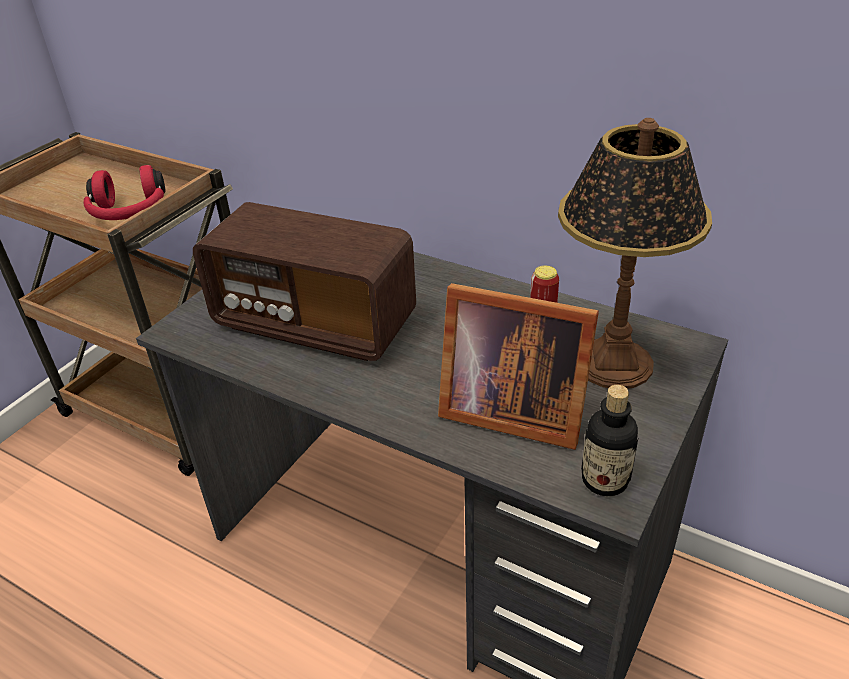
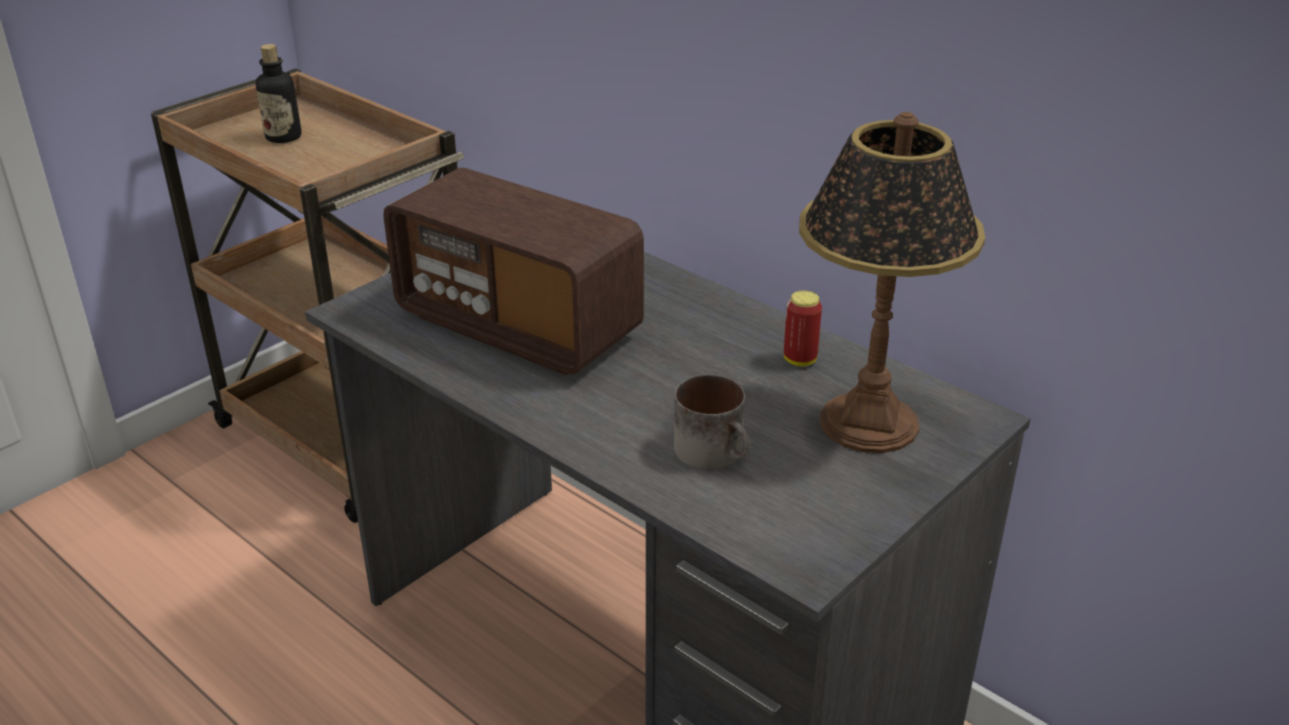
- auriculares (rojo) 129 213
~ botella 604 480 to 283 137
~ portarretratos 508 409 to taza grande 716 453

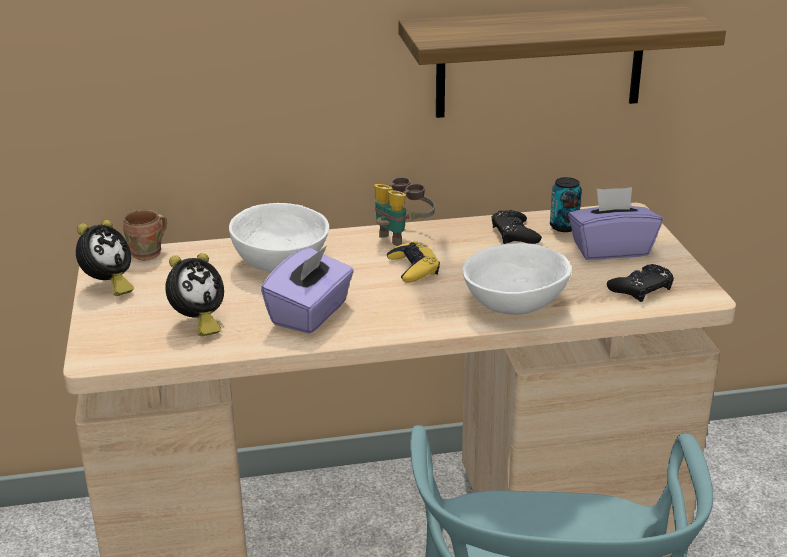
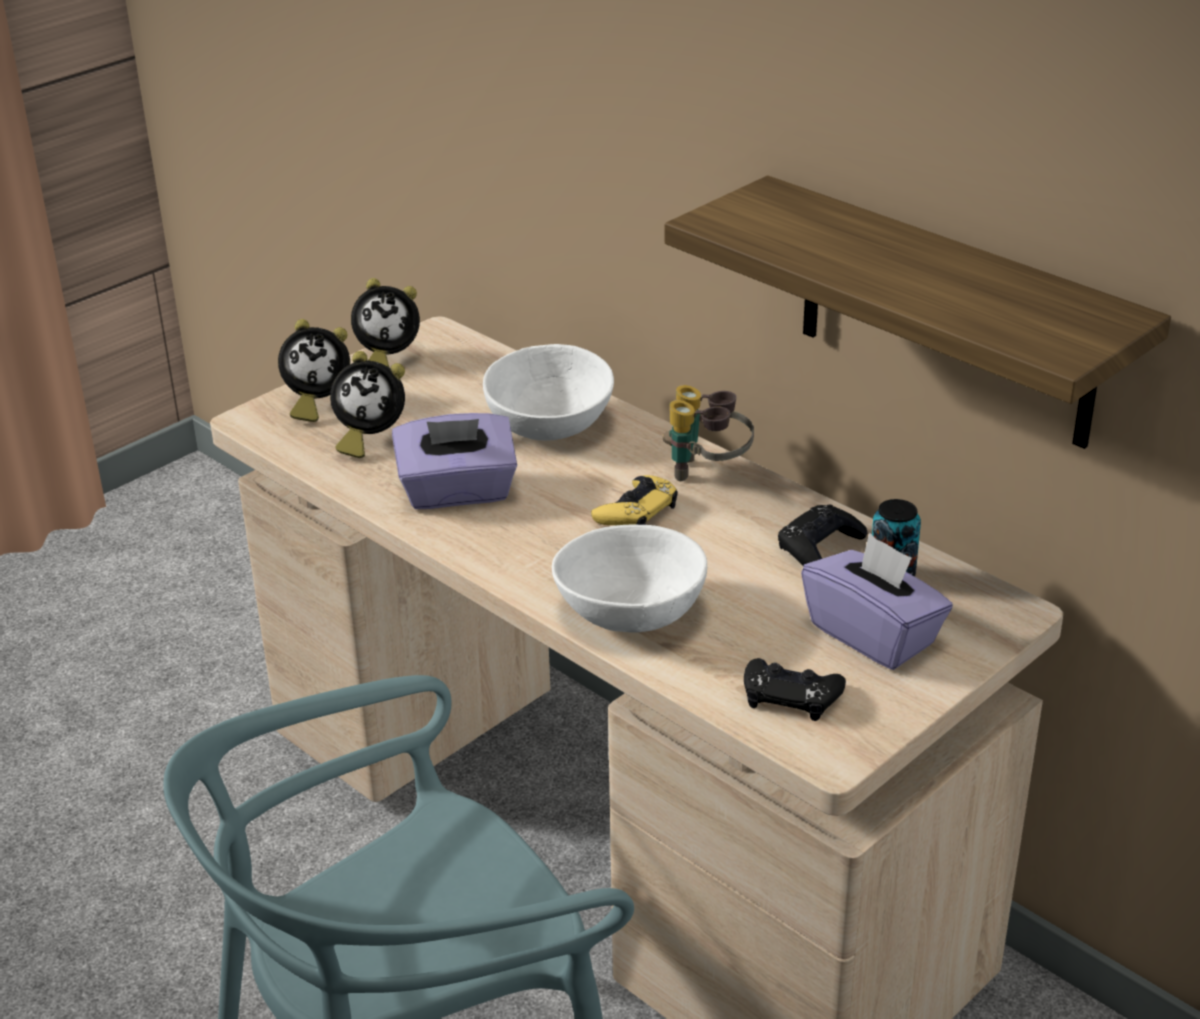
- taza grande (marrón) 149 254
+ despertador 316 404

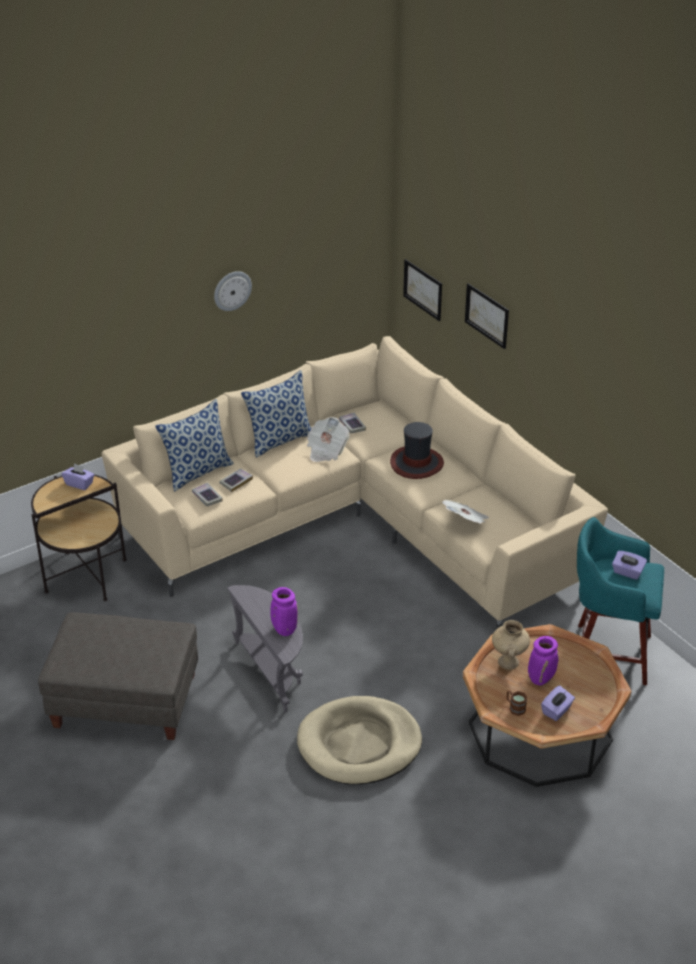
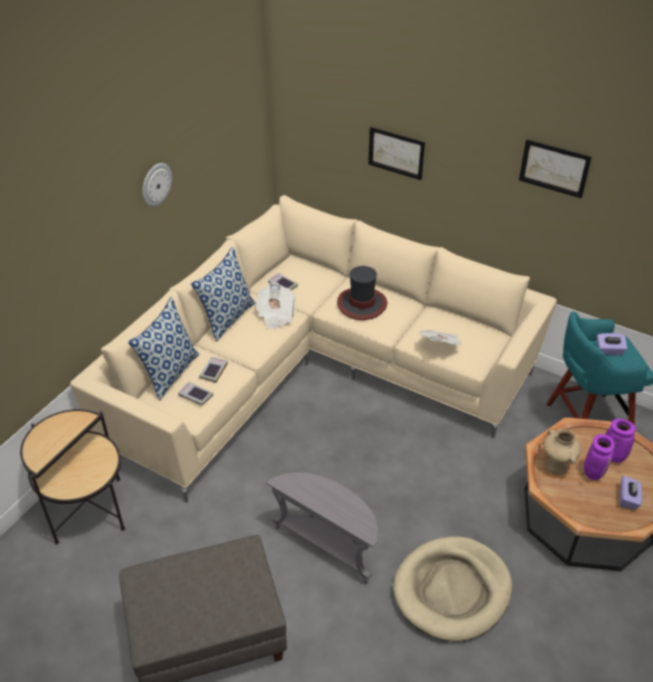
- caja de pañuelos (morado) 79 484
- taza grande (marrón) 515 707
~ florero (morado) 283 630 to 612 456
~ cuadro 423 289 to 554 168

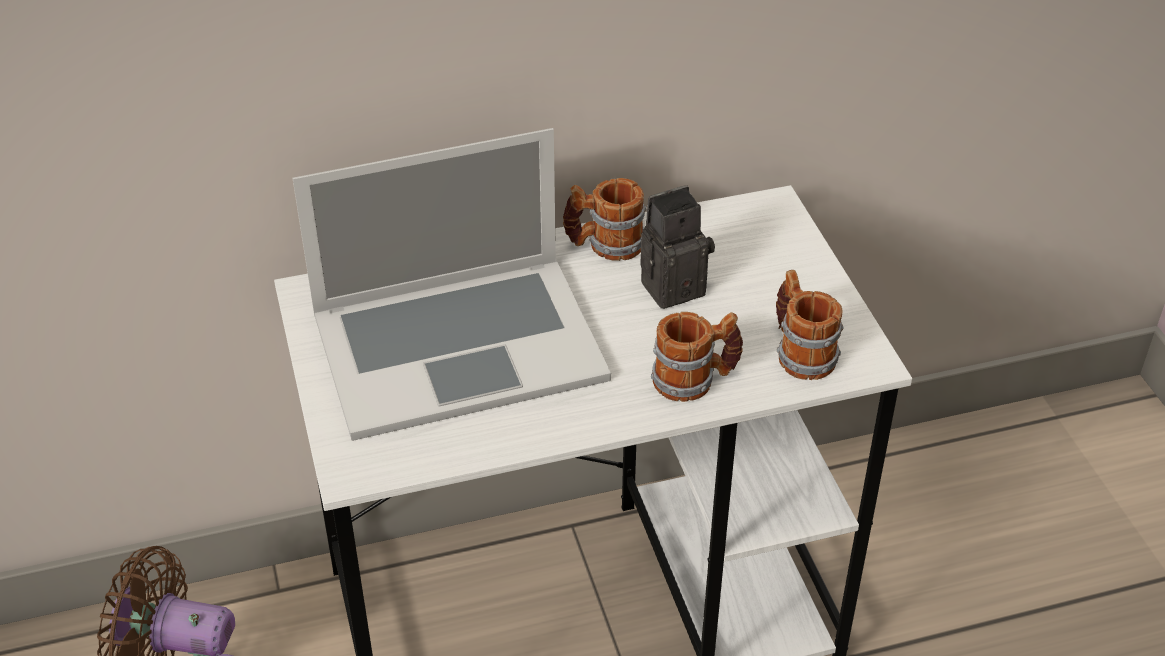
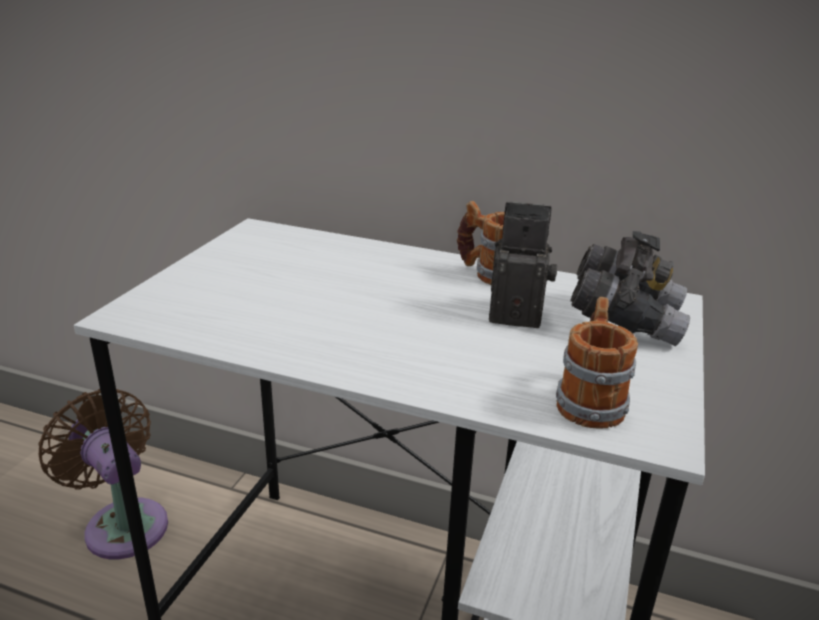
- portátil 458 344
- taza grande 695 380
+ prismáticos (gris) 623 319

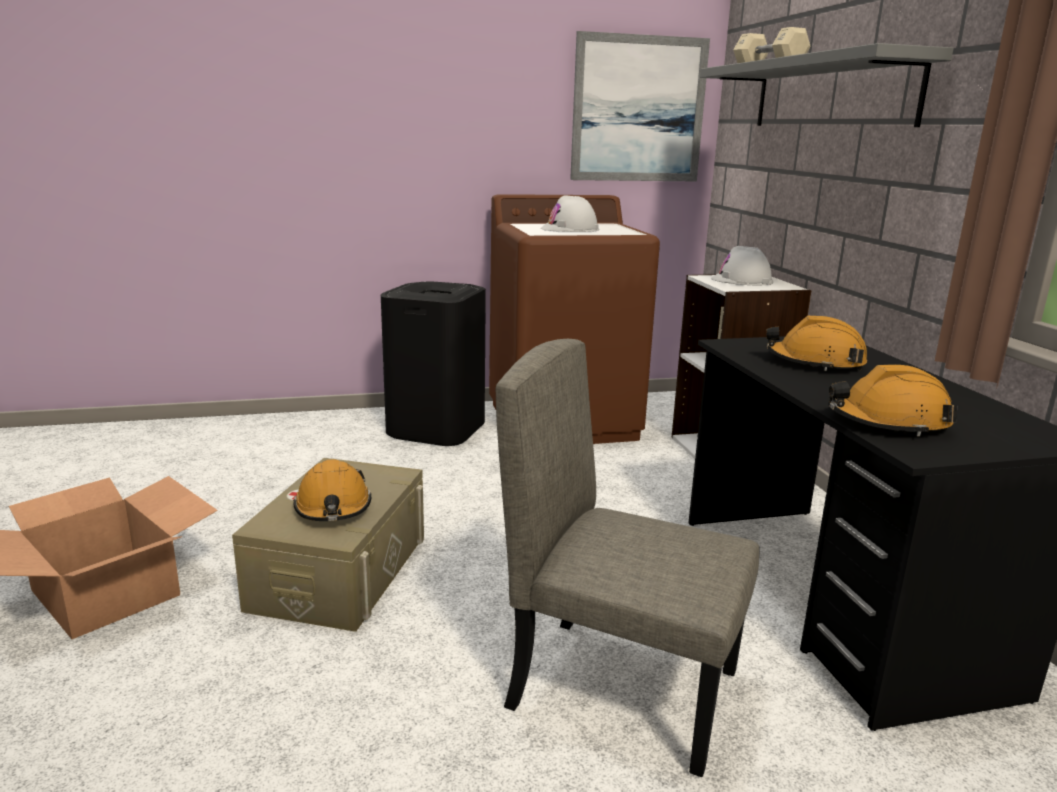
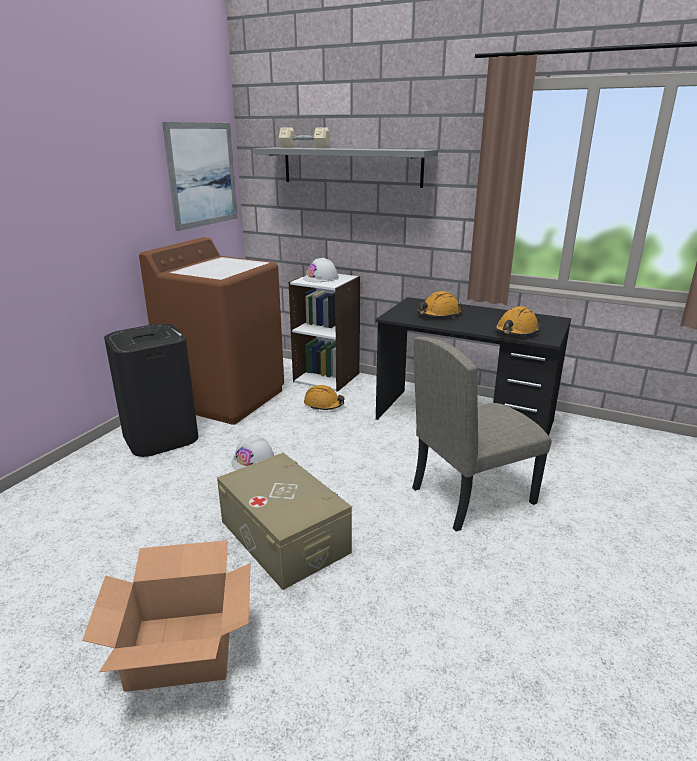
~ casco (naranja) 333 507 to 323 405
~ casco (blanco) 570 229 to 253 460

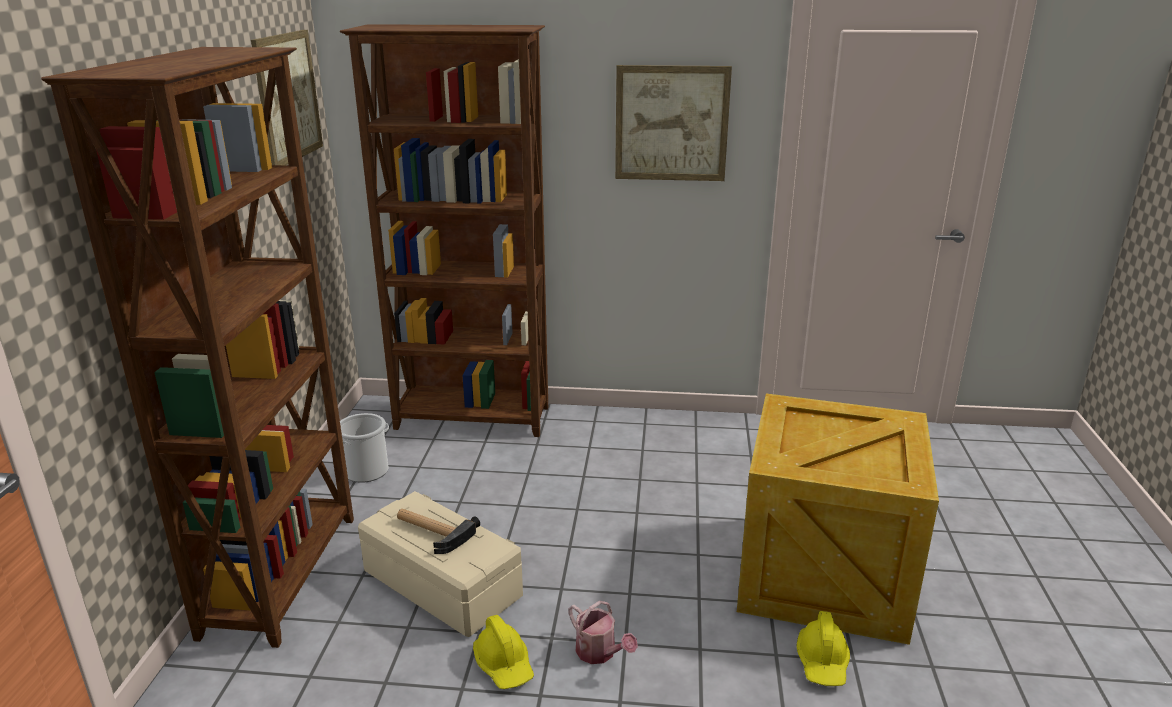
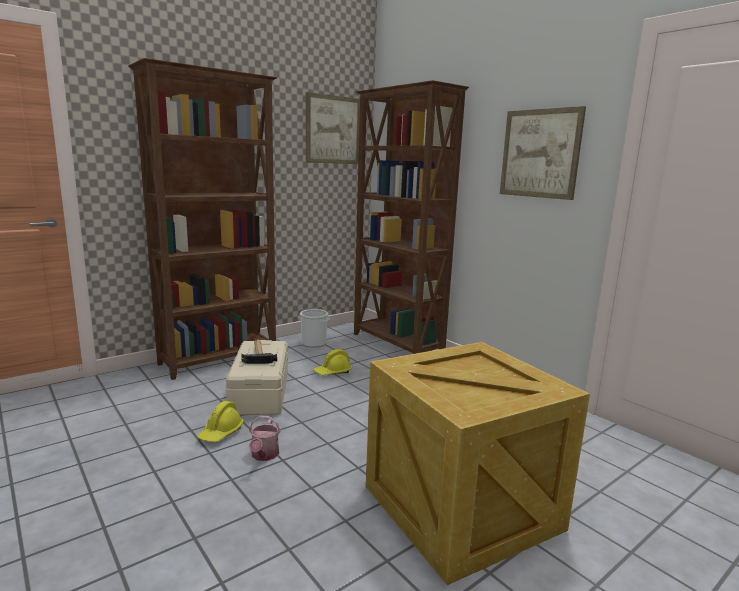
~ casco (amarillo) 822 662 to 332 372

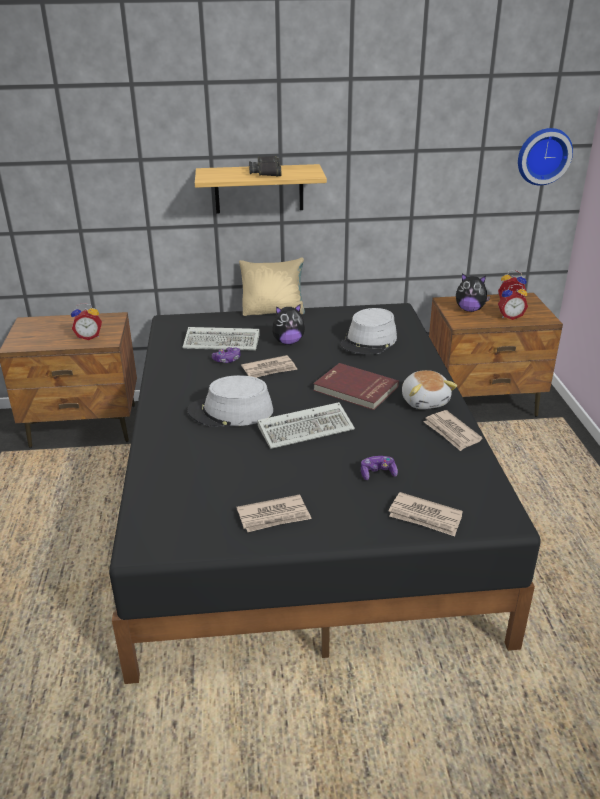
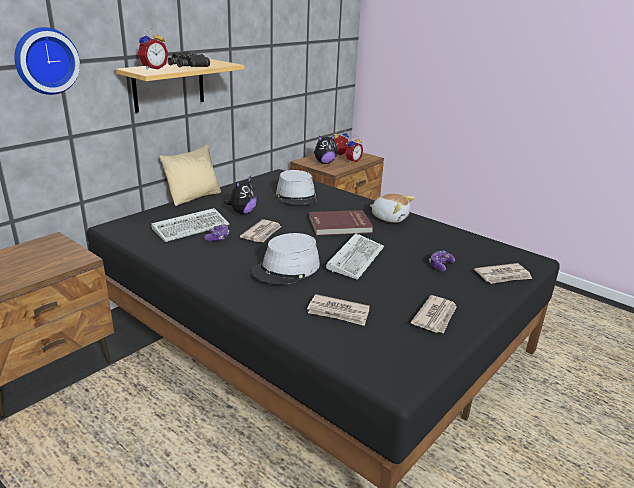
~ despertador 89 336 to 153 68
~ periódico 451 432 to 338 312
~ reloj de pared 543 156 to 45 61

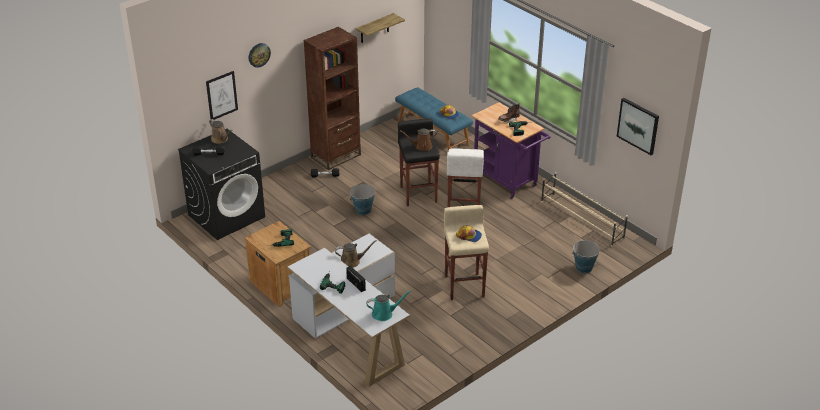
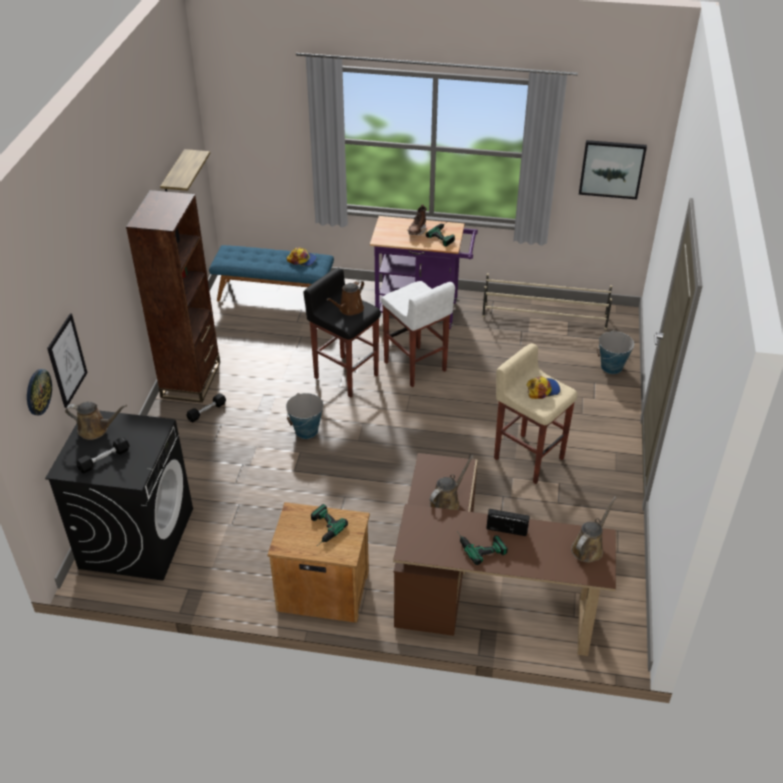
~ reloj de pared 259 55 to 38 392
~ escritorio (blanco) 352 330 to escritorio (marrón) 479 593
~ regadera (turquesa) 384 314 to regadera (marrón) 589 547

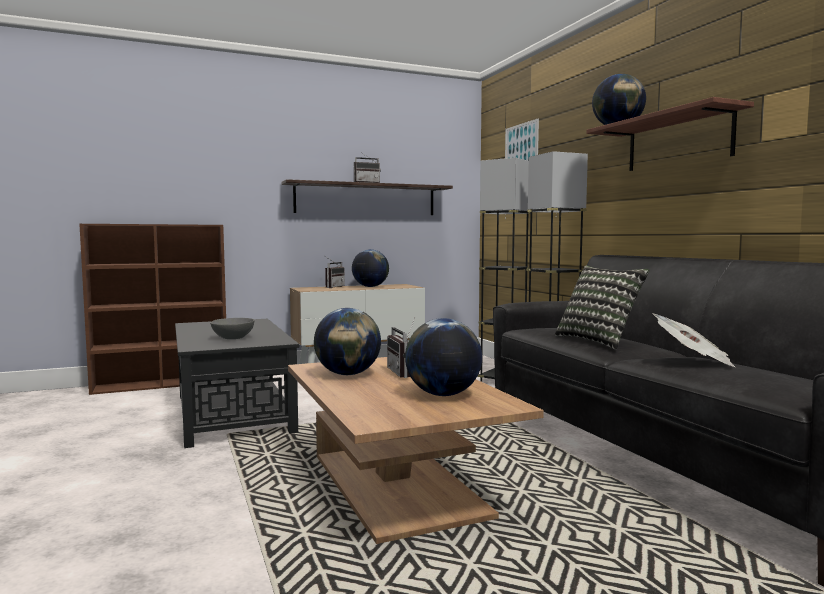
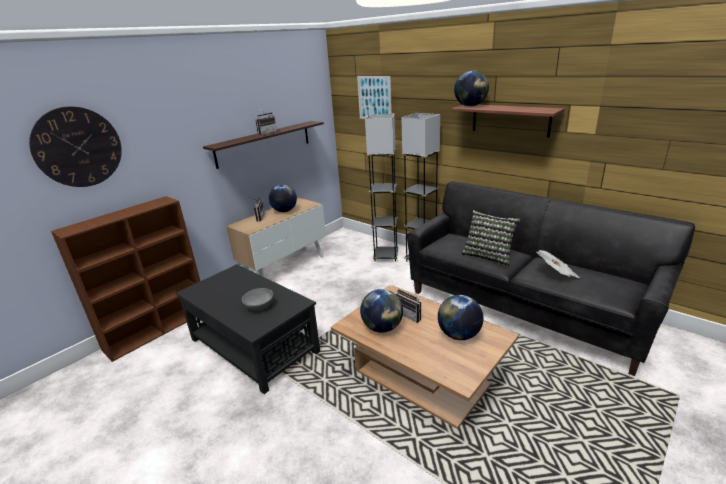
+ reloj de pared 78 147

